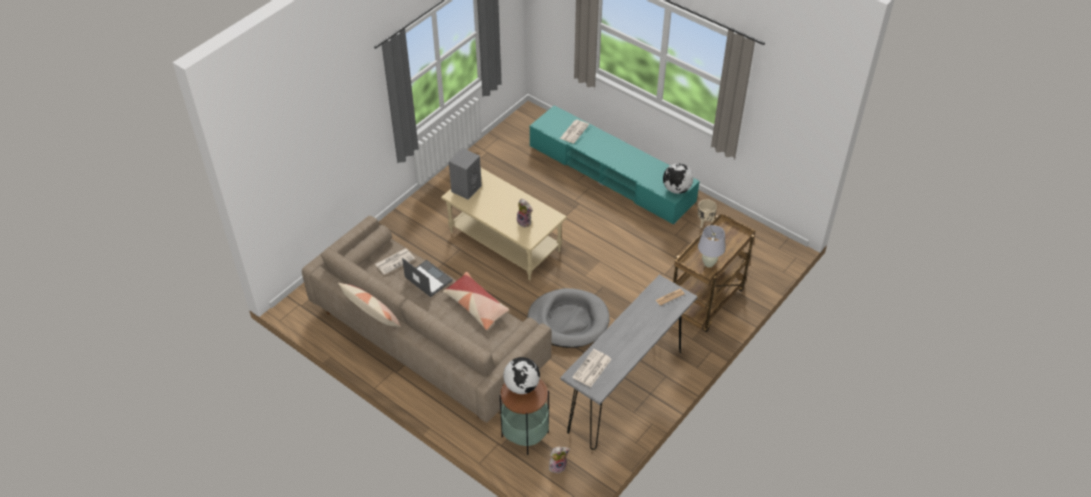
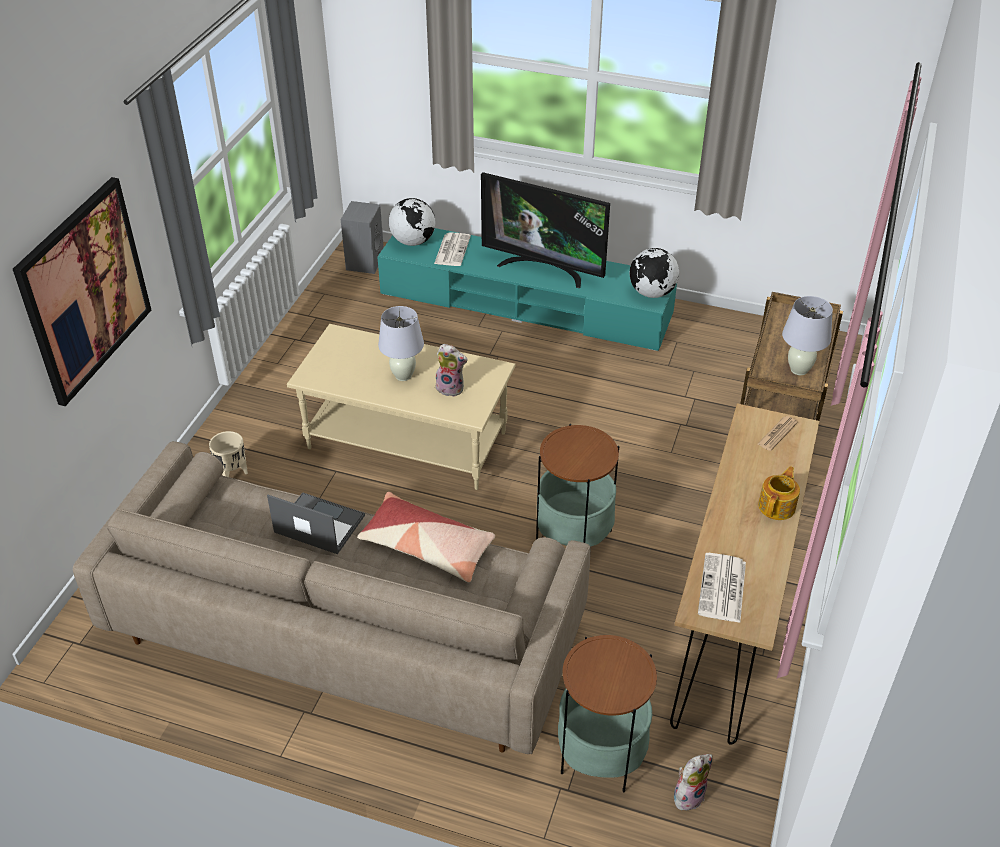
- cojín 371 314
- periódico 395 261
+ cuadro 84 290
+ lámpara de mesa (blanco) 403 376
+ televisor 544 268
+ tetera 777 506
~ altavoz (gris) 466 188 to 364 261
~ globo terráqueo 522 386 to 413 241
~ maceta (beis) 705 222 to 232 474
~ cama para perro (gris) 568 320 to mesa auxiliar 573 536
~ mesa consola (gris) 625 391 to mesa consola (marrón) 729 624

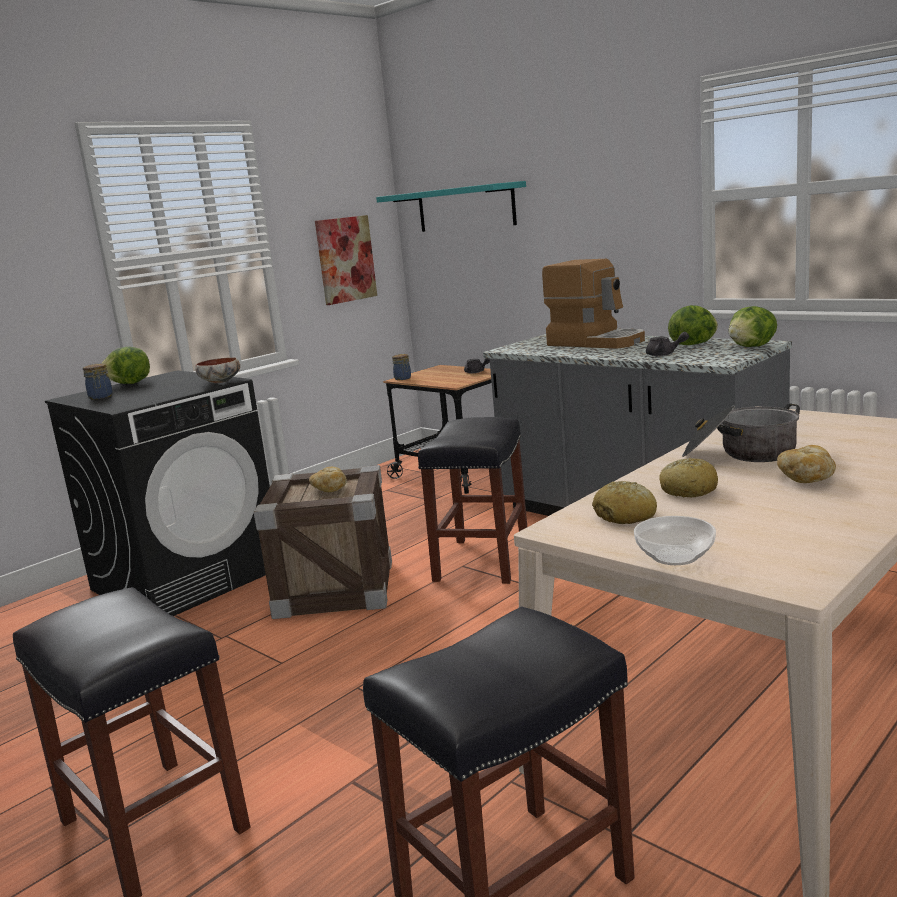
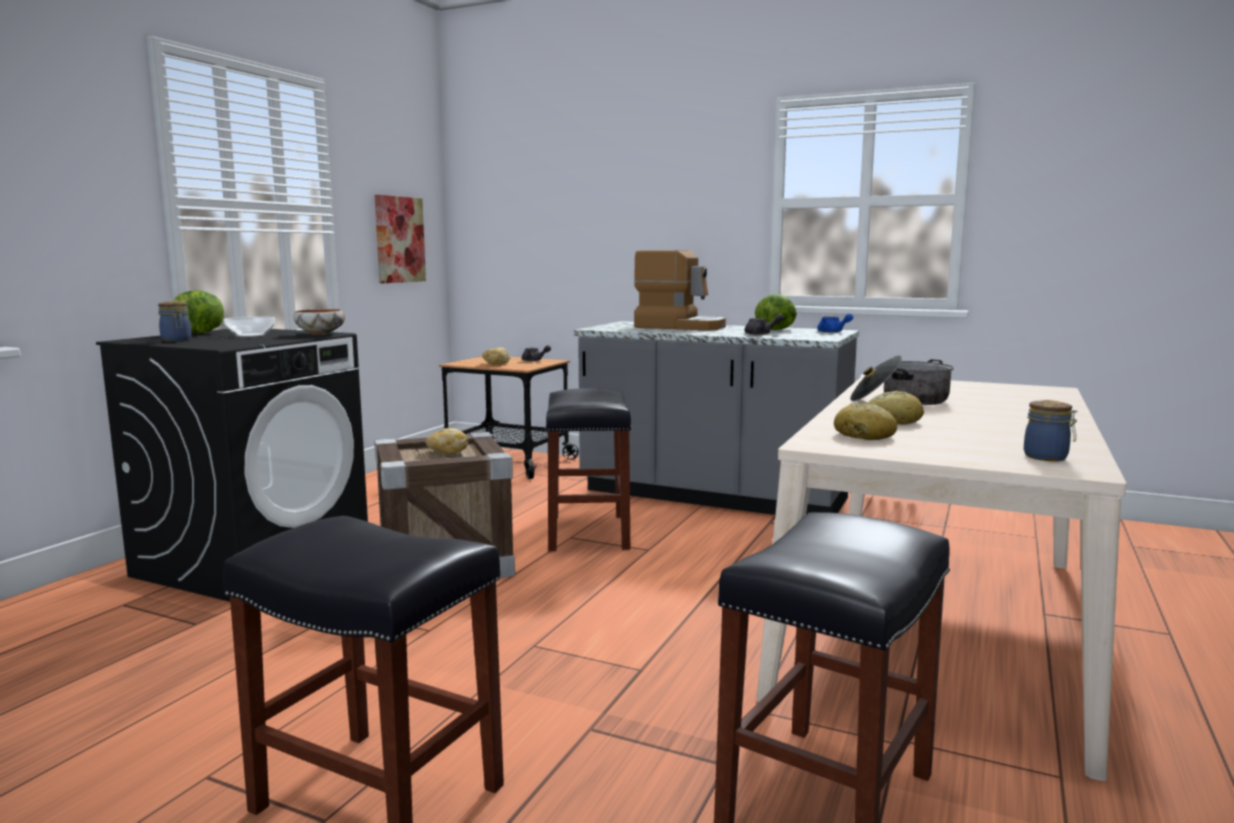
- estante (turquesa) 465 208
~ tarro 403 378 to 1047 457
~ cuenco 676 556 to 251 335
~ pan 806 478 to 496 364
~ lechuga 752 347 to tetera (azul) 832 332

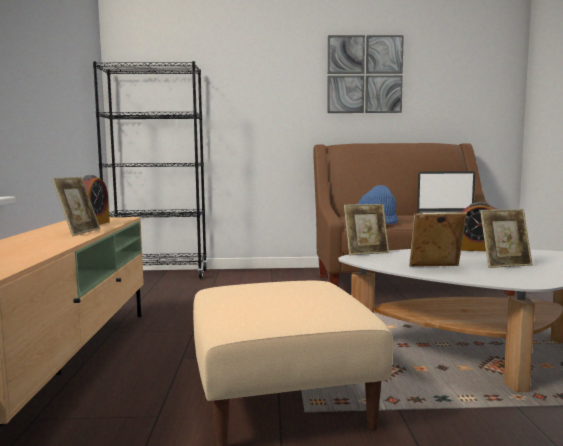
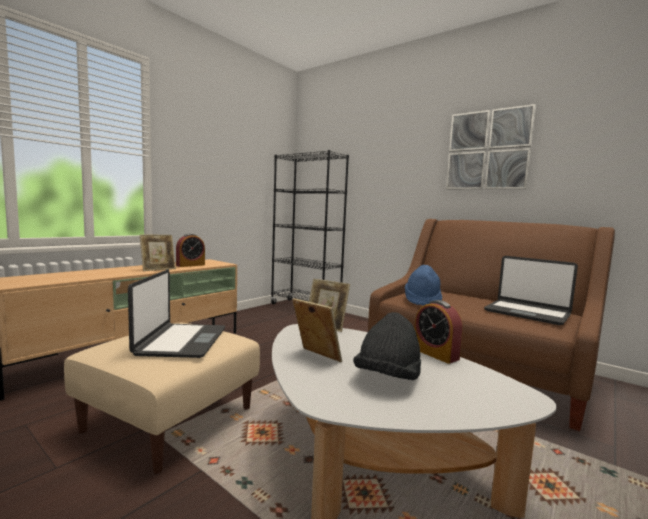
+ portátil 181 341
~ portarretratos 505 265 to sombrero (negro) 387 378

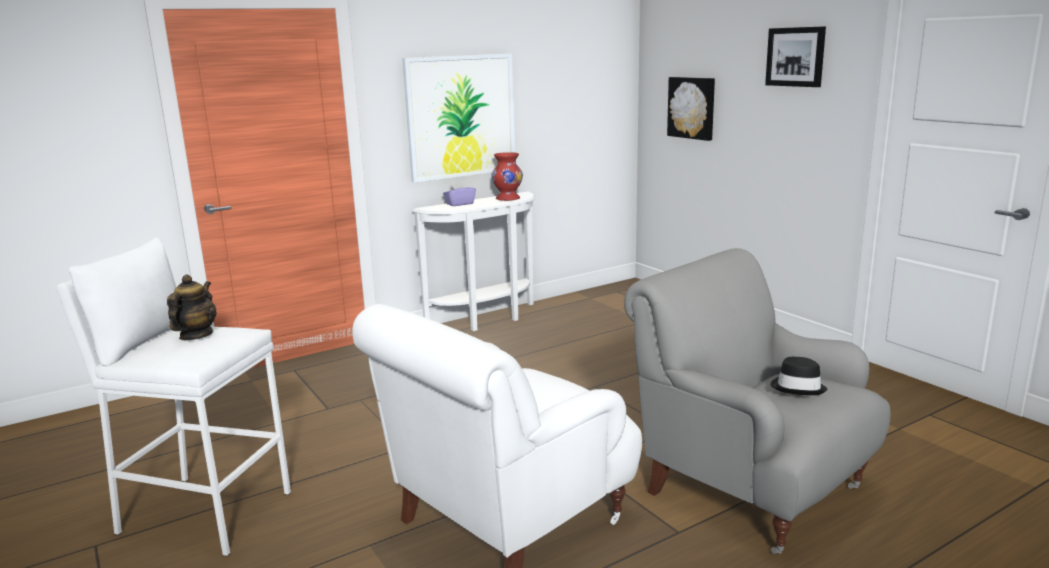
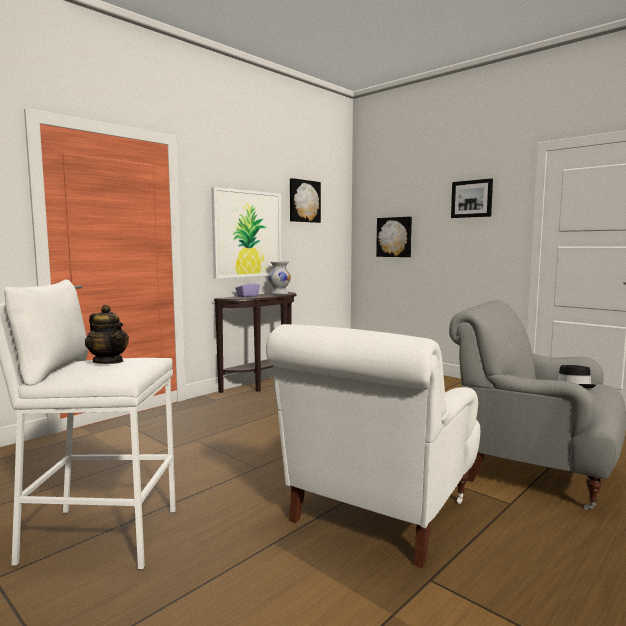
+ cuadro 304 201
~ mesa consola (blanco) 488 320 to mesa consola (marrón) 264 384
~ florero (rojo) 507 198 to florero (blanco) 279 294
~ tetera 195 335 = 108 361 135 degrees clockwise

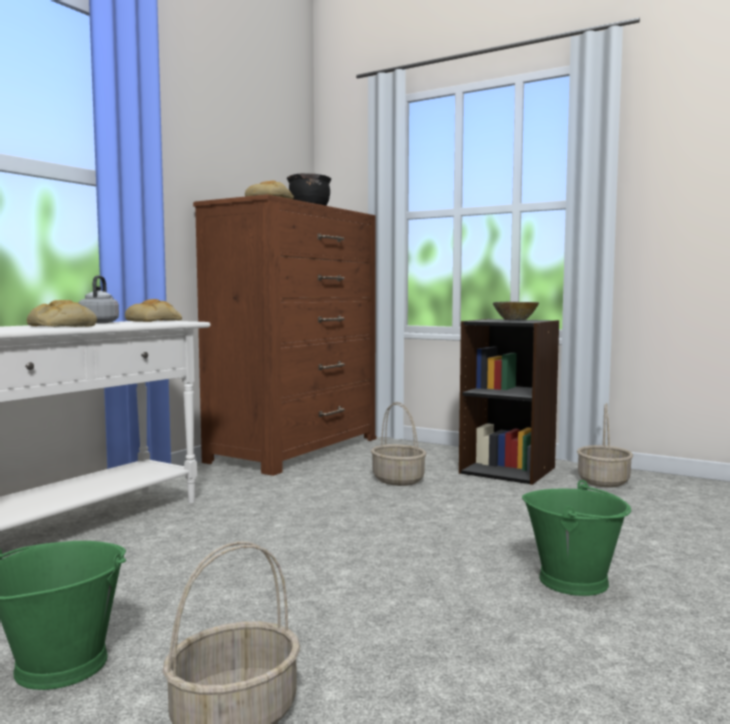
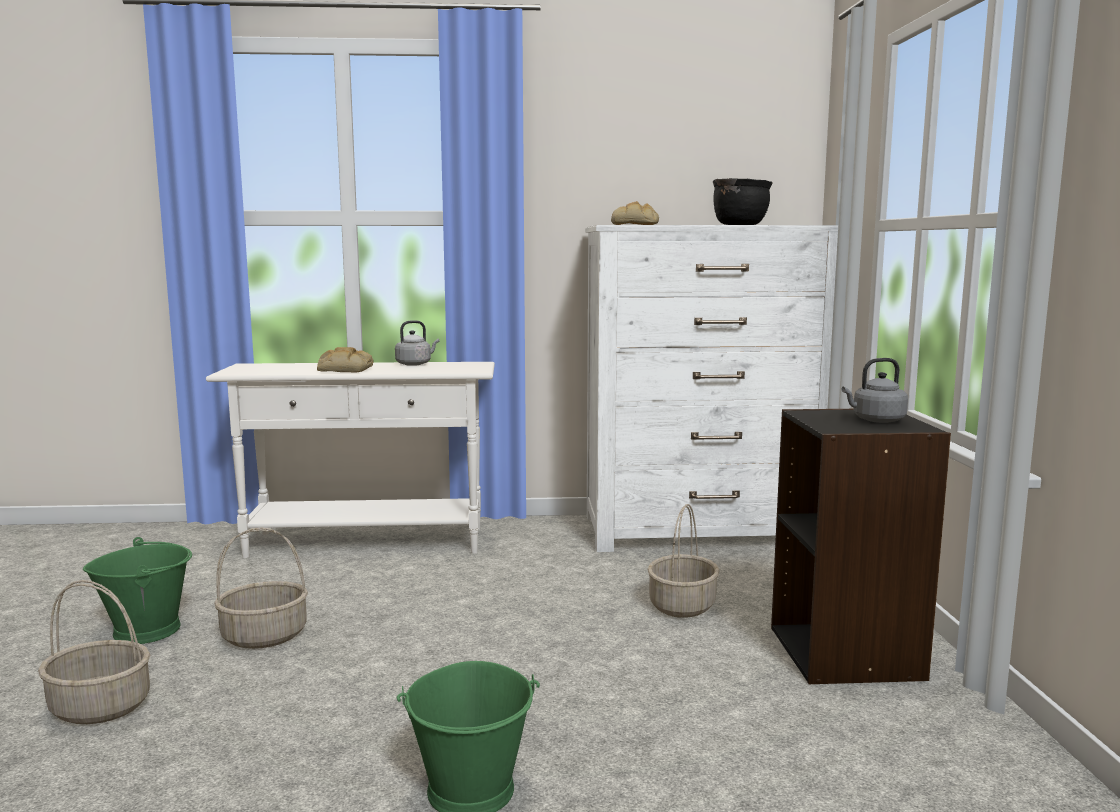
- pan 155 321
~ cesta 604 481 to 263 637
~ cuenco (gris) 515 320 to hervidor (gris) 875 420
~ cómoda (marrón) 296 449 to cómoda (blanco) 701 531

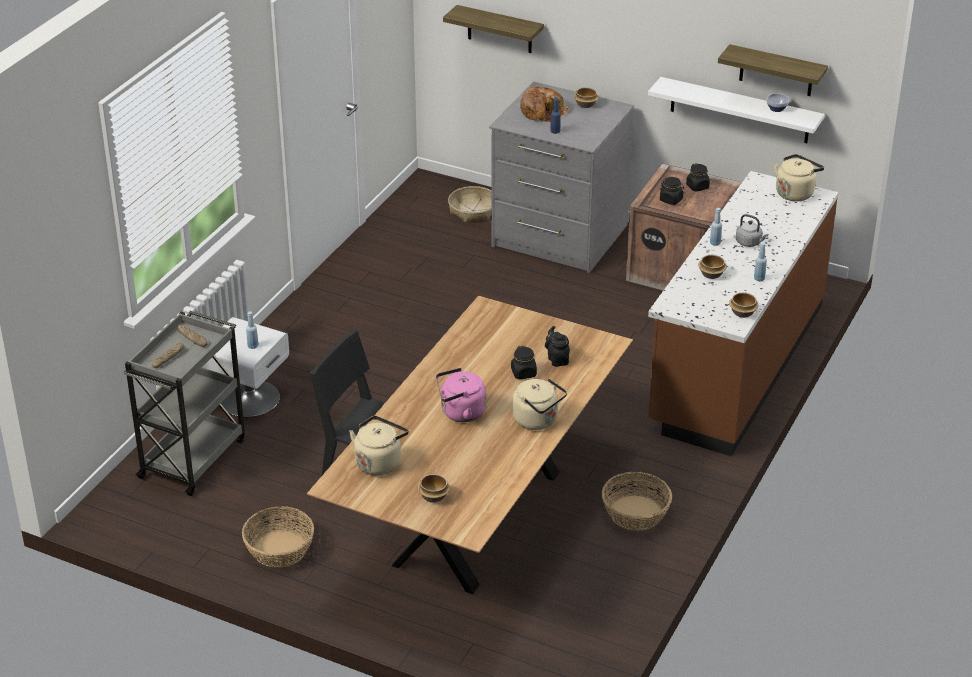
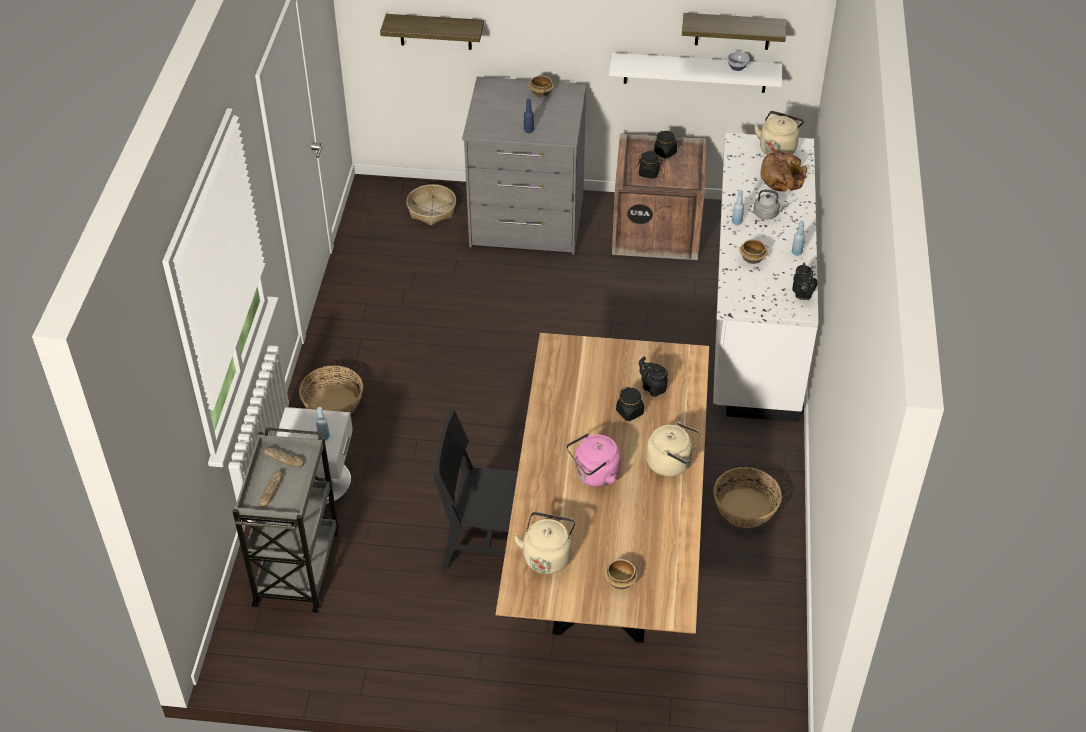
~ cesta 279 549 to 332 403
~ pan 542 111 to 782 178
~ cuenco 742 312 to tetera (negro) 802 294
~ mueble bajo de cocina (marrón) 736 365 to mueble bajo de cocina (blanco) 754 322

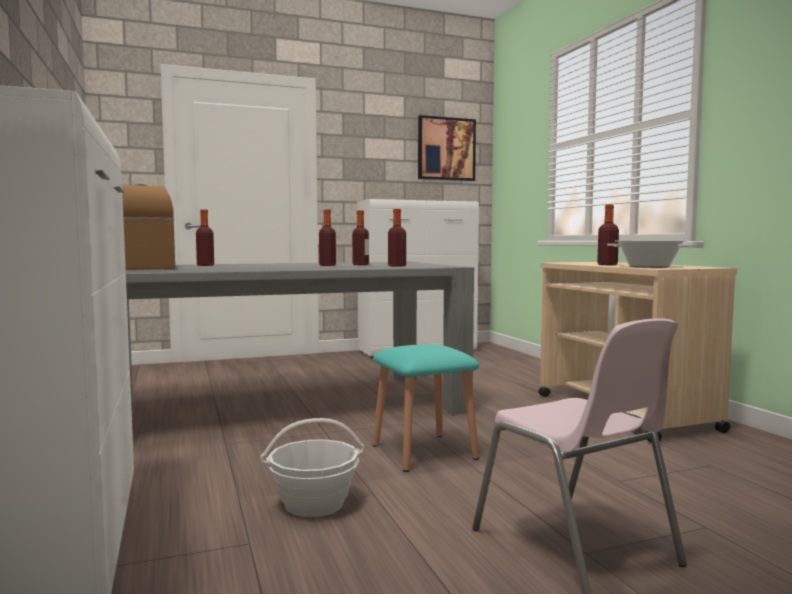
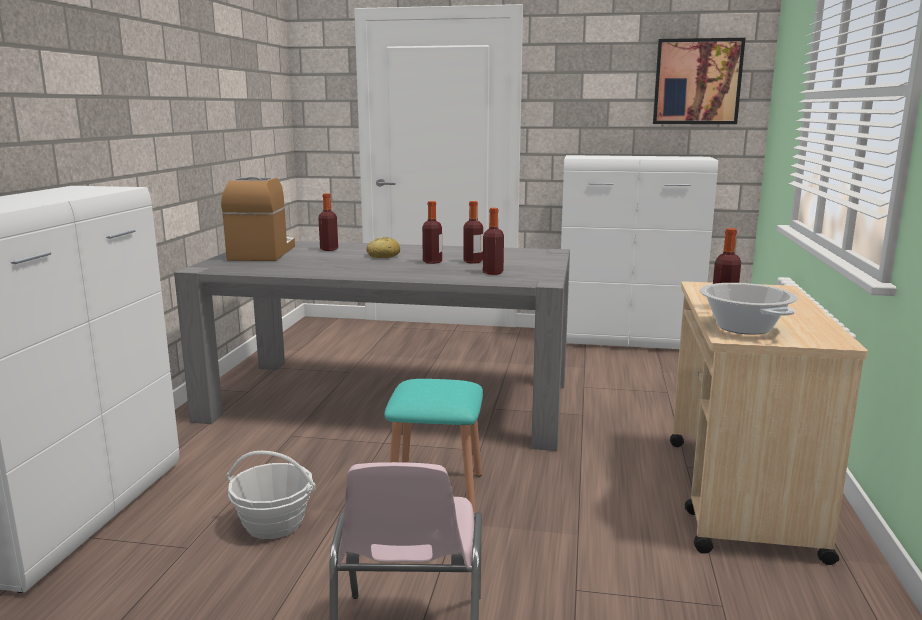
+ pan 383 255

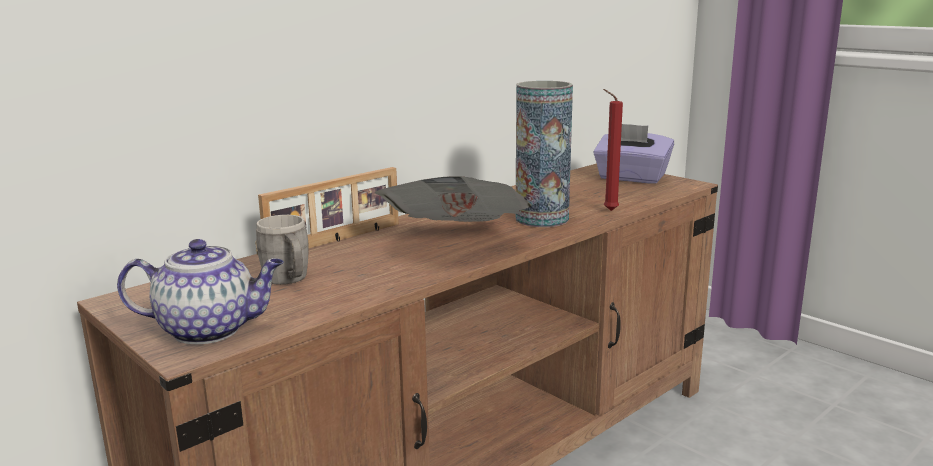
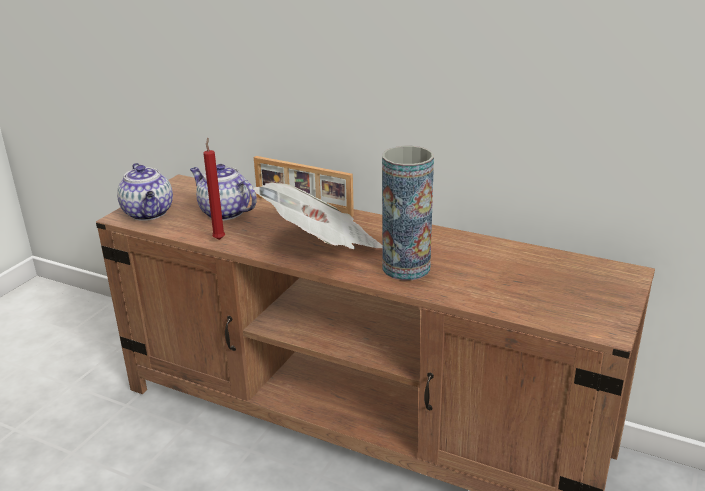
- caja de pañuelos (morado) 631 178
~ vela (rojo) 608 210 to 219 238
~ taza grande (gris) 289 280 to tetera 224 212

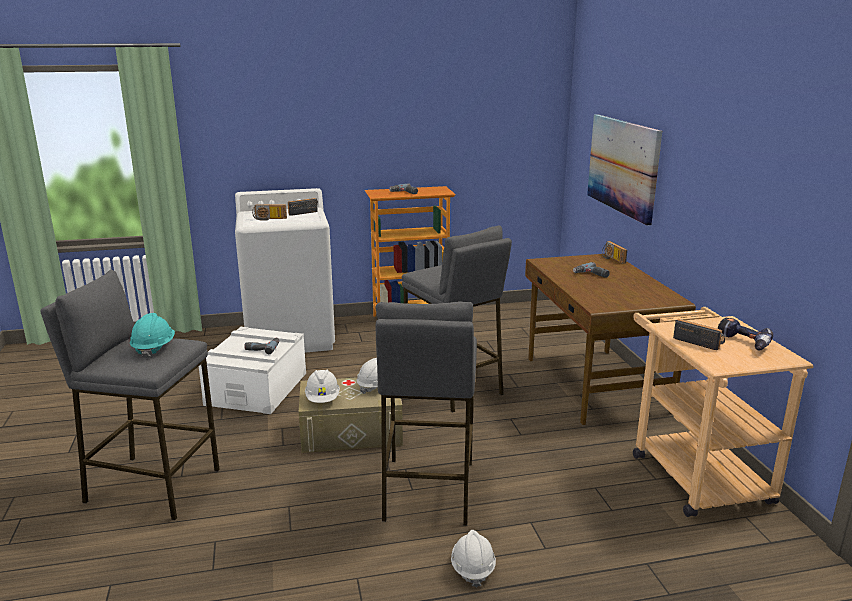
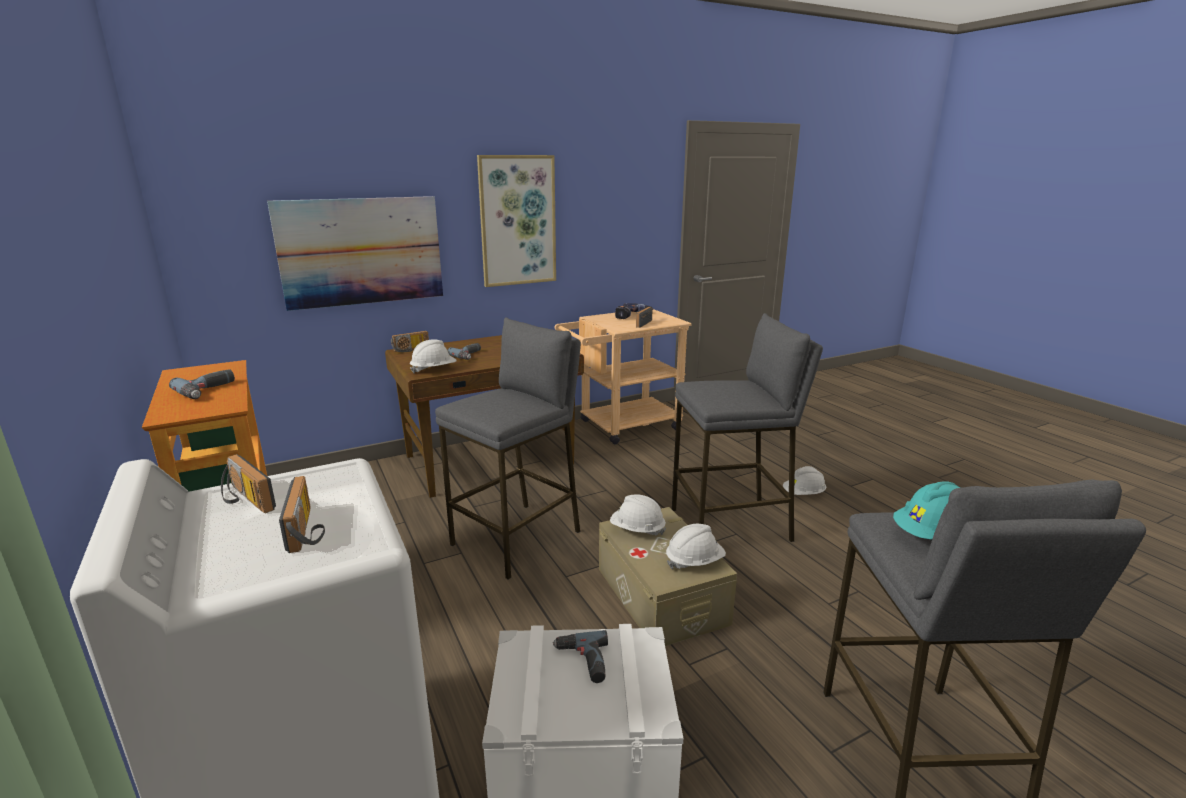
+ casco (blanco) 434 370
+ cuadro 517 221

